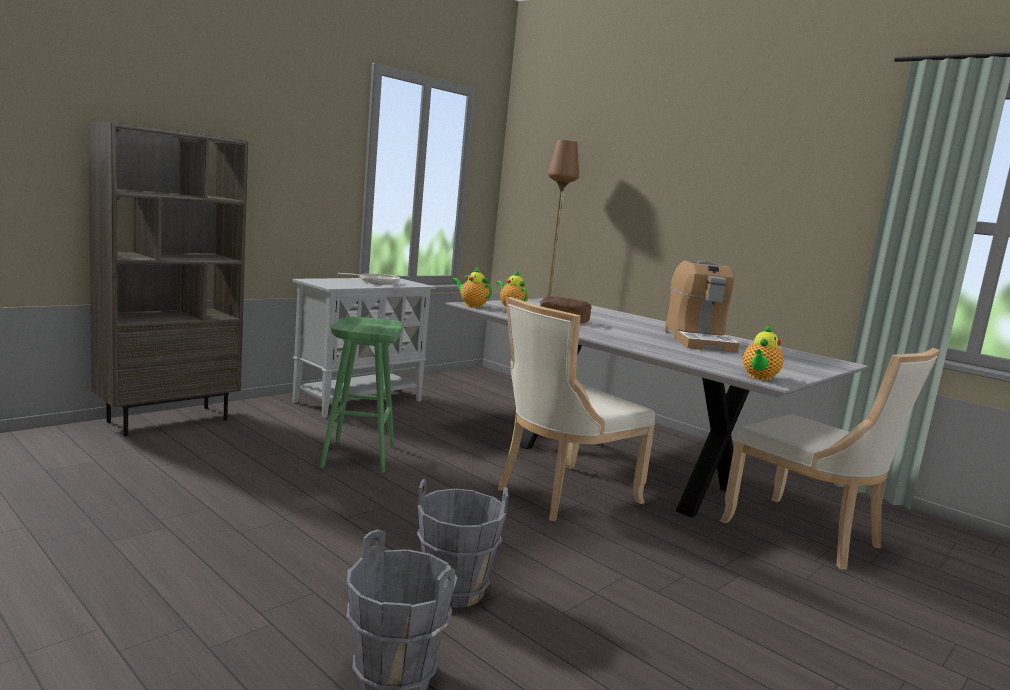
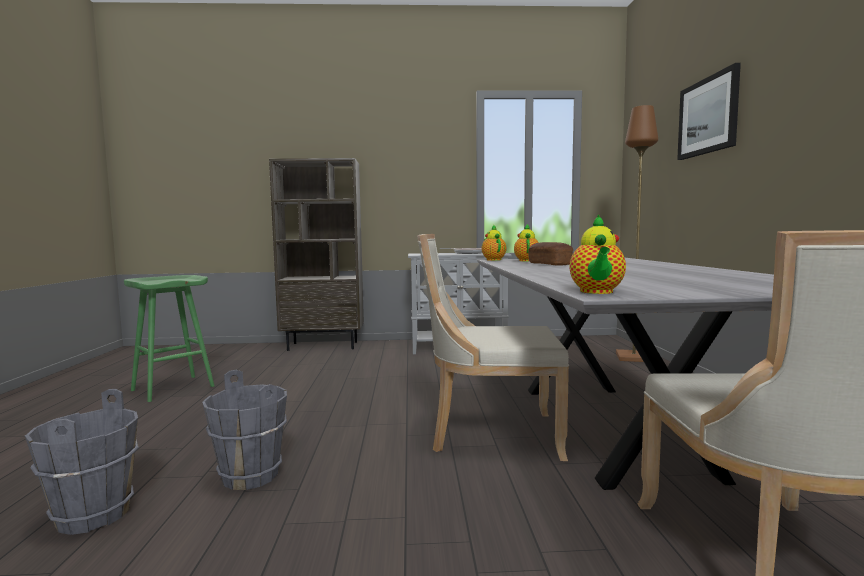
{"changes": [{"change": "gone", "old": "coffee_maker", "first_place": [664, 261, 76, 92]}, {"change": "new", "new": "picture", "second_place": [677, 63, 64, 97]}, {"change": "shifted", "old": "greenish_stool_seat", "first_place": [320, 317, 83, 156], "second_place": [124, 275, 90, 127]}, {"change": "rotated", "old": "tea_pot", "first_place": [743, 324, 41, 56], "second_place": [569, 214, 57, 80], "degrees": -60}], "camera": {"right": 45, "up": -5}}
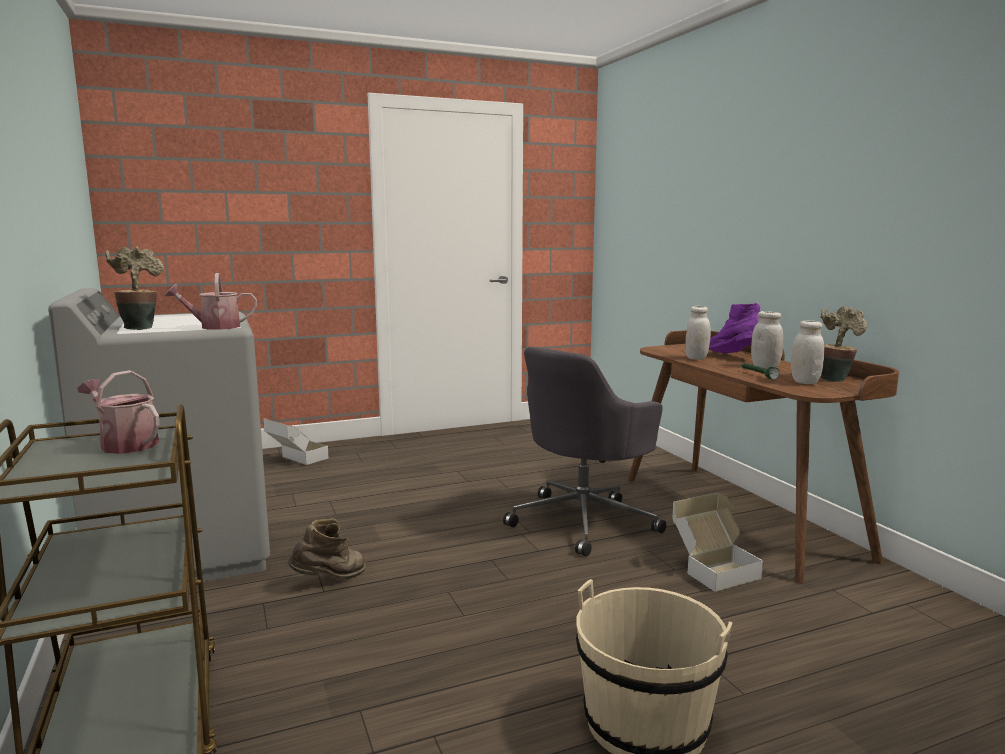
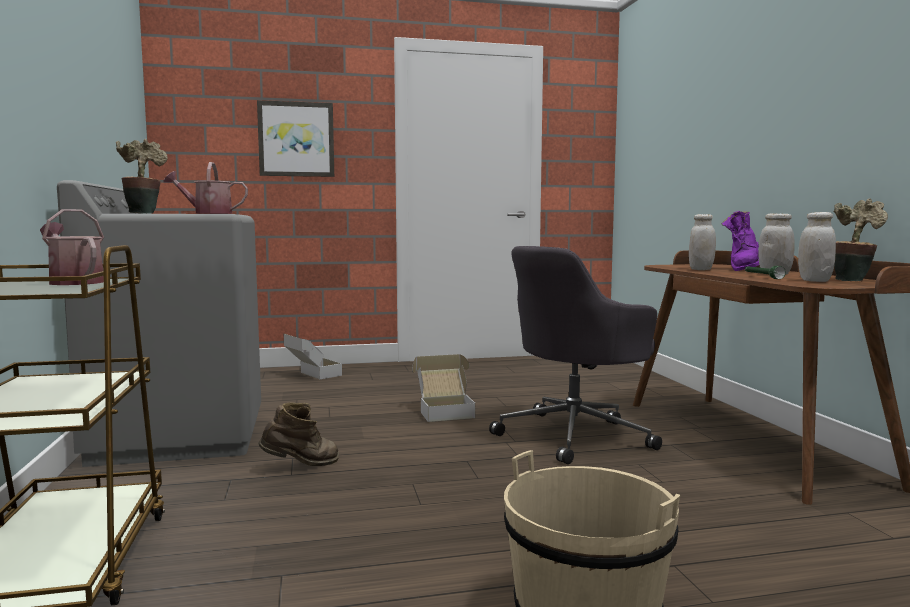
{"changes": [{"change": "new", "new": "picture", "second_place": [257, 100, 77, 77]}, {"change": "shifted", "old": "cardboard_box", "first_place": [672, 493, 91, 99], "second_place": [412, 354, 63, 68]}, {"change": "rotated", "old": "purple_high-top_boot", "first_place": [709, 303, 51, 50], "second_place": [722, 211, 37, 60], "degrees": -135}], "camera": {"right": 10, "up": -5}}
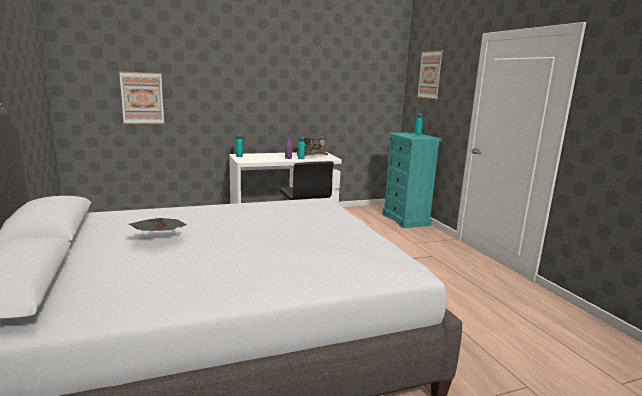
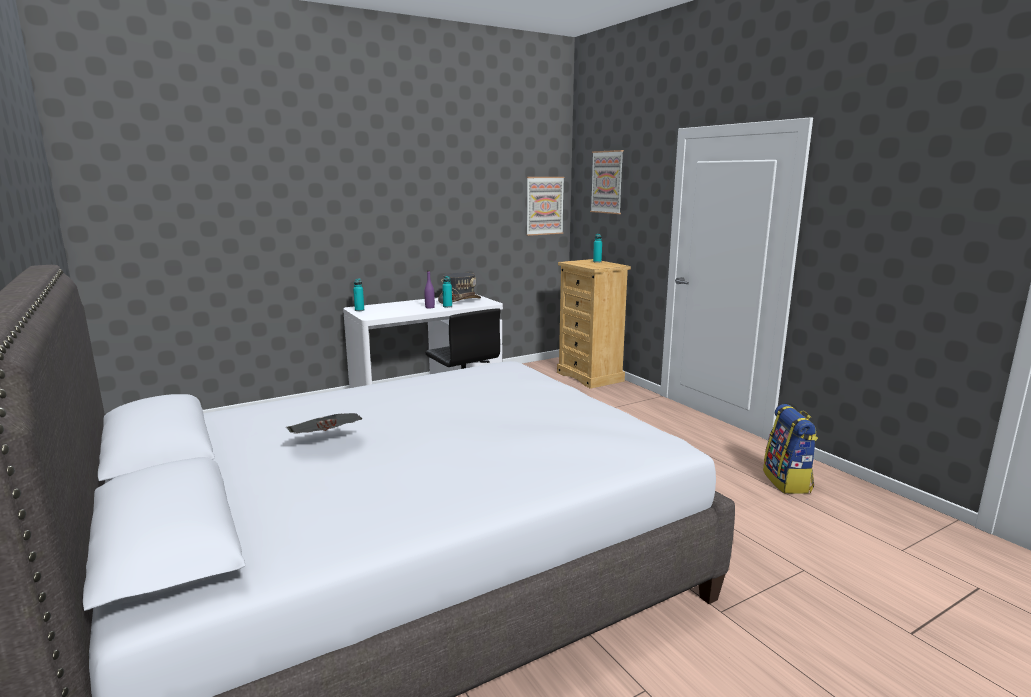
{"changes": [{"change": "new", "new": "rucksack", "second_place": [763, 404, 55, 90]}, {"change": "shifted", "old": "picture", "first_place": [119, 72, 45, 52], "second_place": [526, 177, 38, 59]}, {"change": "repainted", "old": "turquoise-coloured_chest_of_drawers", "new": "beige_chest_of_drawers", "first_place": [382, 133, 60, 95], "second_place": [557, 259, 74, 130]}], "camera": {"right": -10, "up": 0}}
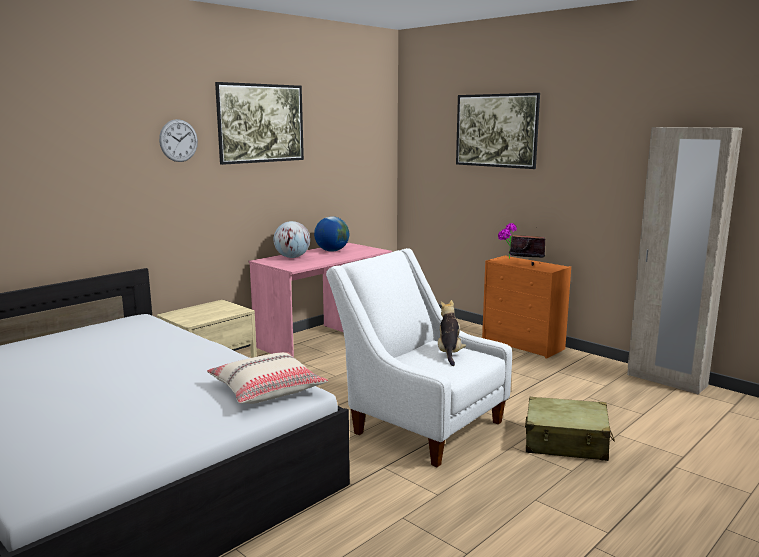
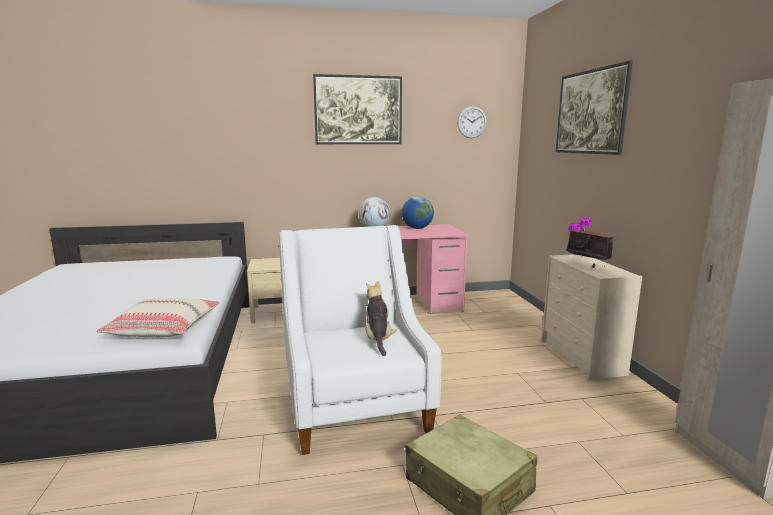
{"changes": [{"change": "shifted", "old": "wall_clock", "first_place": [159, 119, 39, 43], "second_place": [457, 106, 30, 32]}, {"change": "repainted", "old": "orange-coloured_chest_of_drawers", "new": "beige_chest_of_drawers", "first_place": [482, 255, 89, 104], "second_place": [541, 254, 101, 126]}, {"change": "rotated", "old": "cuddly_toy", "first_place": [438, 300, 29, 66], "second_place": [365, 281, 32, 75], "degrees": -45}], "camera": {"right": 35, "up": 0}}
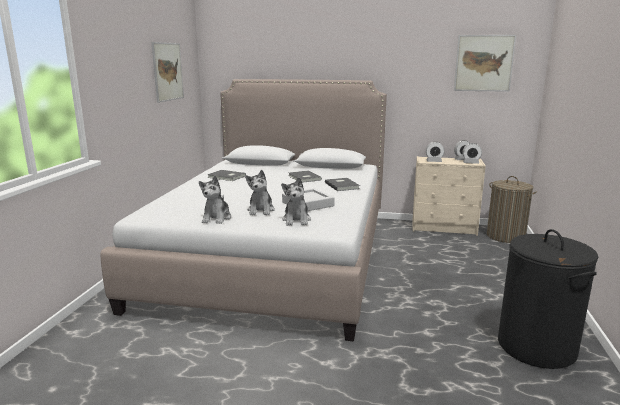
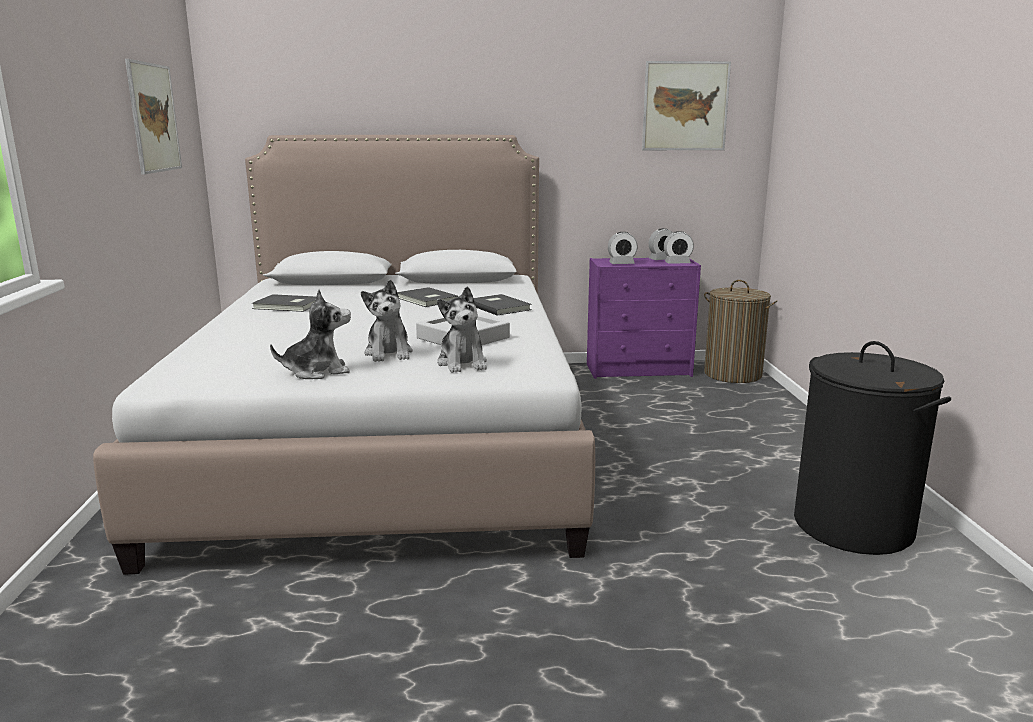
{"changes": [{"change": "repainted", "old": "beige_chest_of_drawers", "new": "purple_chest_of_drawers", "first_place": [412, 156, 74, 80], "second_place": [587, 258, 114, 121]}, {"change": "rotated", "old": "cuddly_toy", "first_place": [199, 176, 32, 48], "second_place": [270, 290, 81, 89], "degrees": -105}], "camera": {"right": -15, "up": 0}}
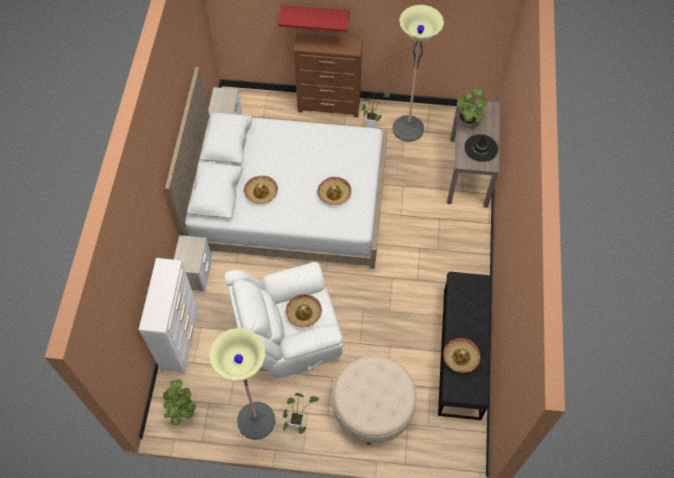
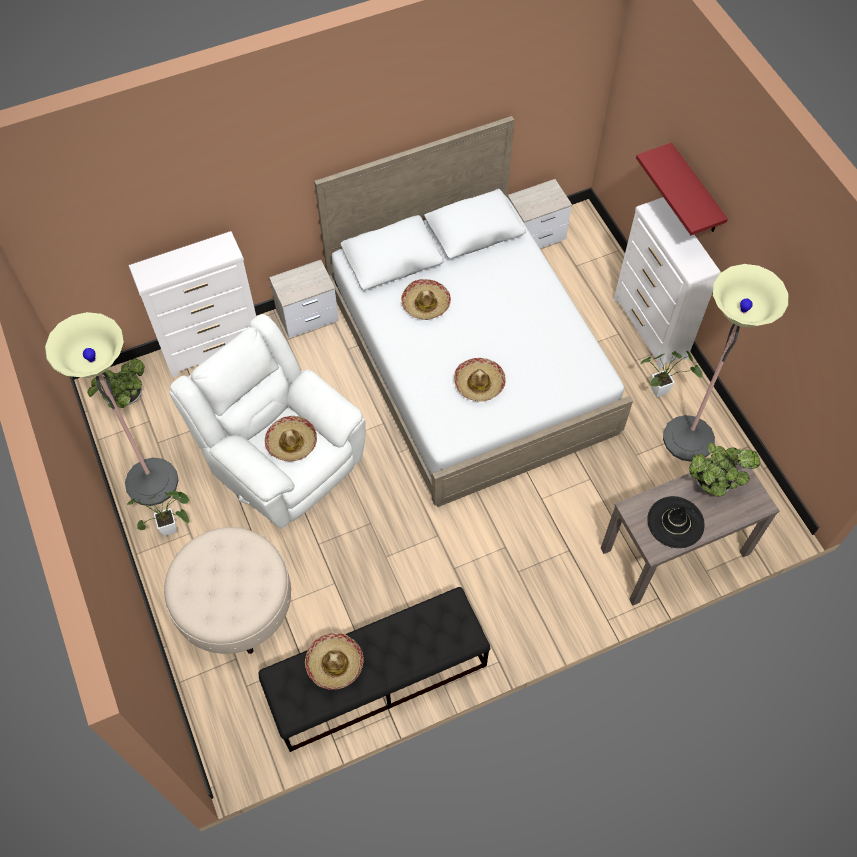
{"changes": [{"change": "repainted", "old": "brown_chest_of_drawers", "new": "white_chest_of_drawers", "first_place": [293, 34, 70, 83], "second_place": [614, 197, 107, 172]}], "camera": {"right": 60, "up": 0}}
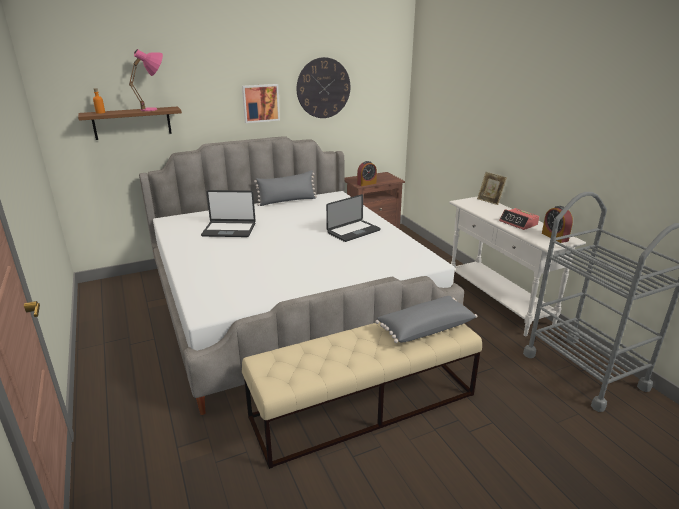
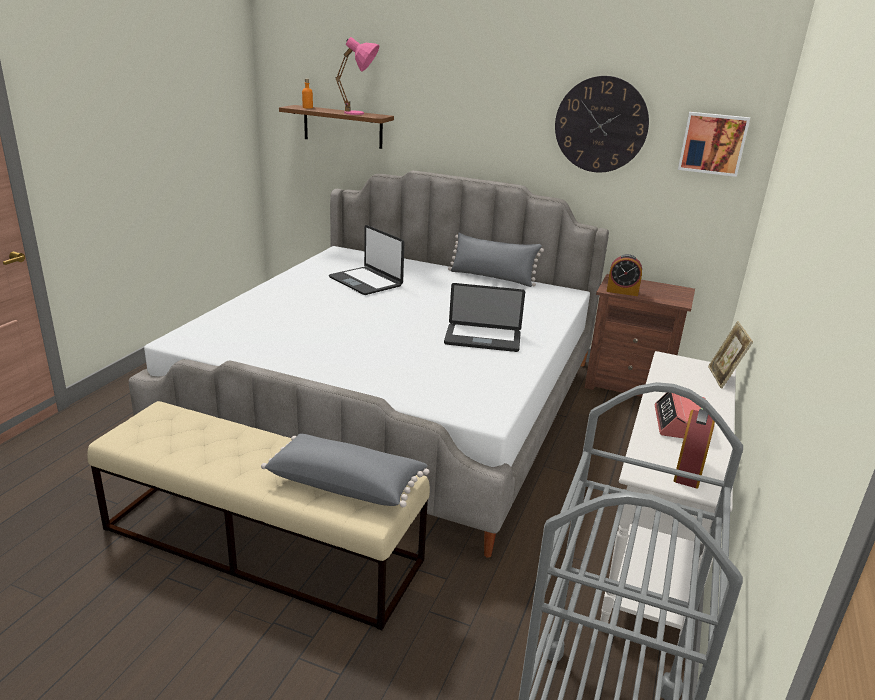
{"changes": [{"change": "shifted", "old": "picture", "first_place": [242, 84, 38, 39], "second_place": [678, 112, 72, 65]}], "camera": {"right": 45, "up": 0}}
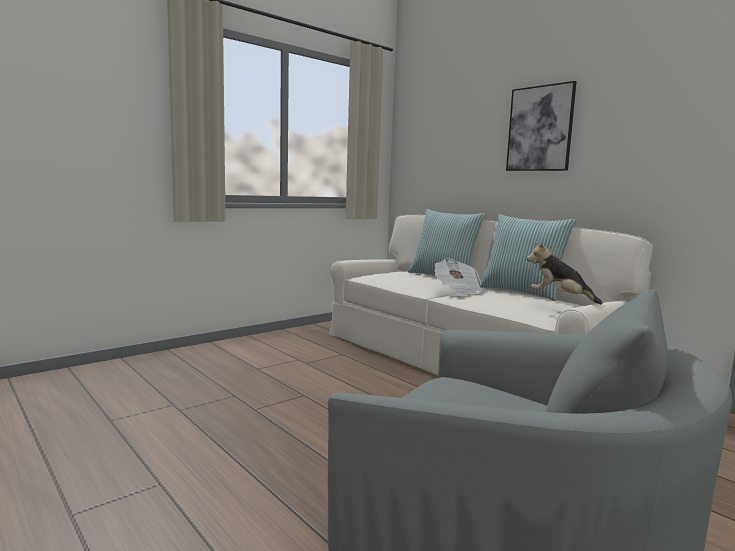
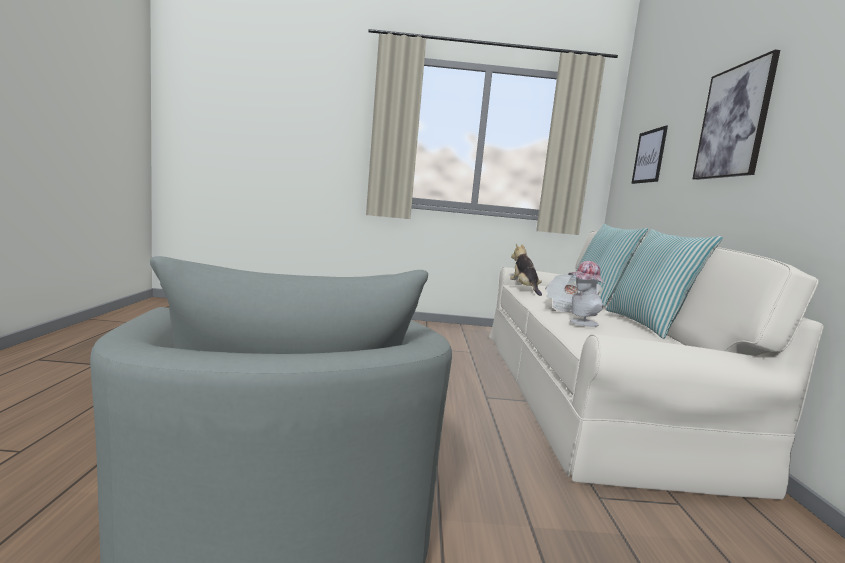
{"changes": [{"change": "new", "new": "hat", "second_place": [569, 261, 36, 66]}, {"change": "new", "new": "picture", "second_place": [631, 126, 37, 58]}, {"change": "shifted", "old": "cuddly_toy", "first_place": [527, 242, 75, 62], "second_place": [510, 244, 32, 52]}], "camera": {"right": 40, "up": 0}}
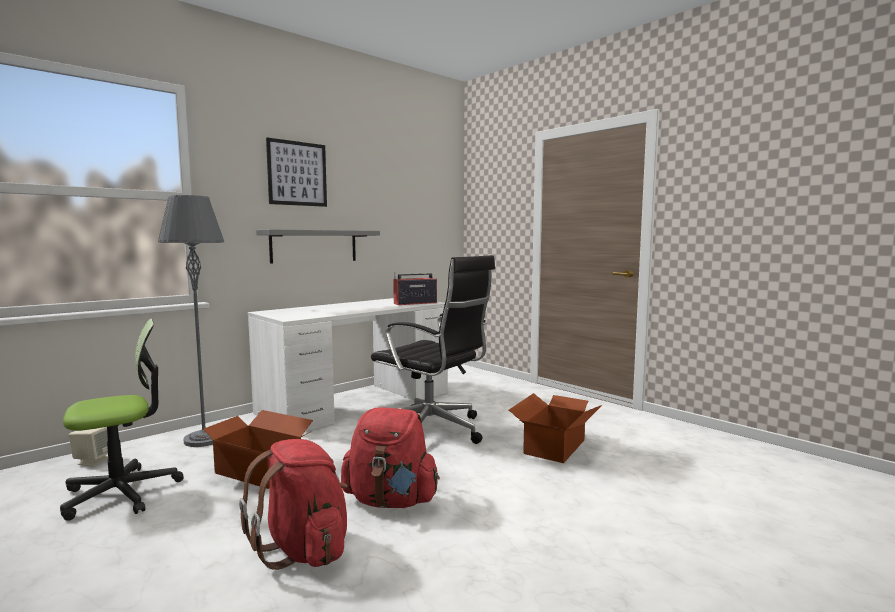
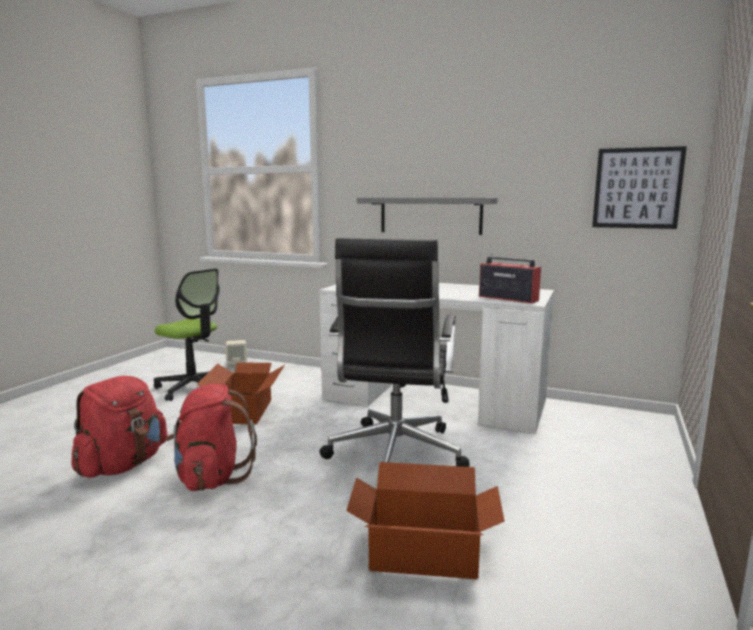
{"changes": [{"change": "gone", "old": "gray_standard_lamp", "first_place": [158, 195, 66, 252]}, {"change": "shifted", "old": "picture", "first_place": [266, 137, 61, 70], "second_place": [592, 146, 95, 83]}], "camera": {"right": 65, "up": 5}}
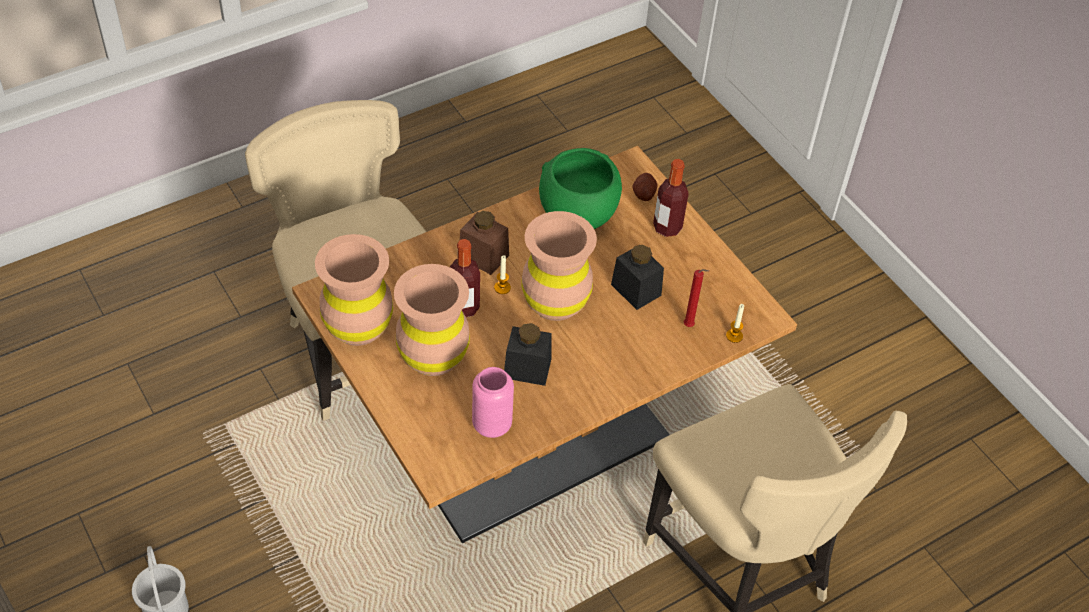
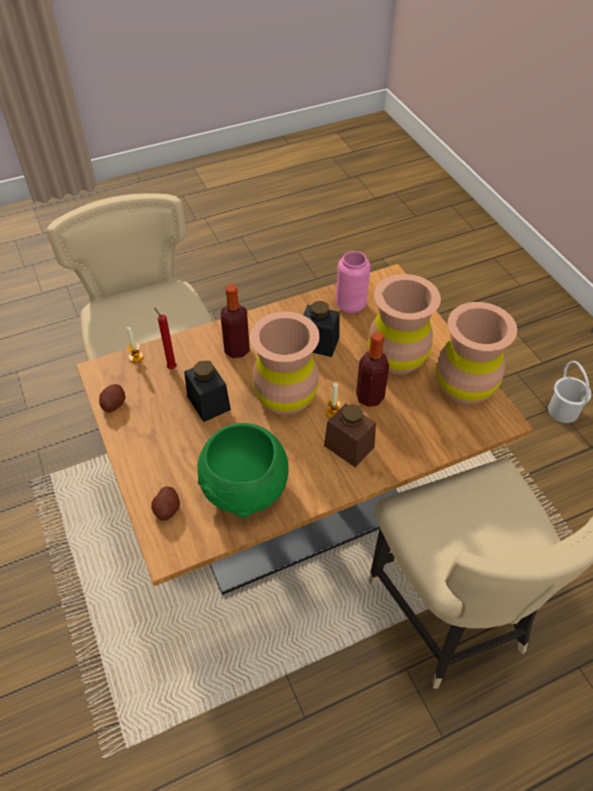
{"changes": [{"change": "new", "new": "whole_potato", "second_place": [99, 384, 26, 28]}, {"change": "shifted", "old": "drink_bottle", "first_place": [653, 159, 36, 78], "second_place": [221, 284, 29, 74]}], "camera": {"right": -170, "up": 0}}
